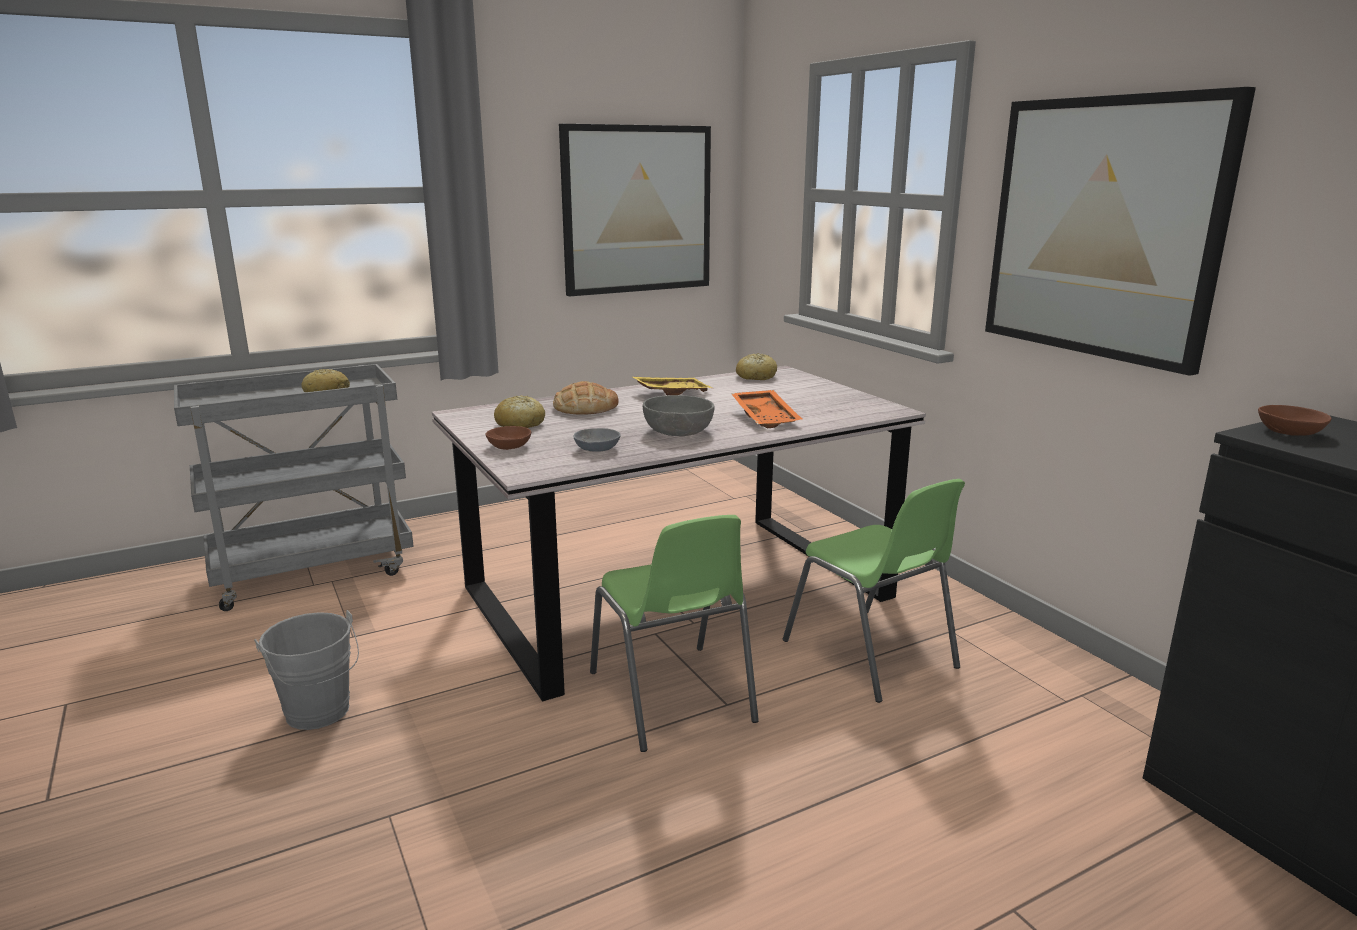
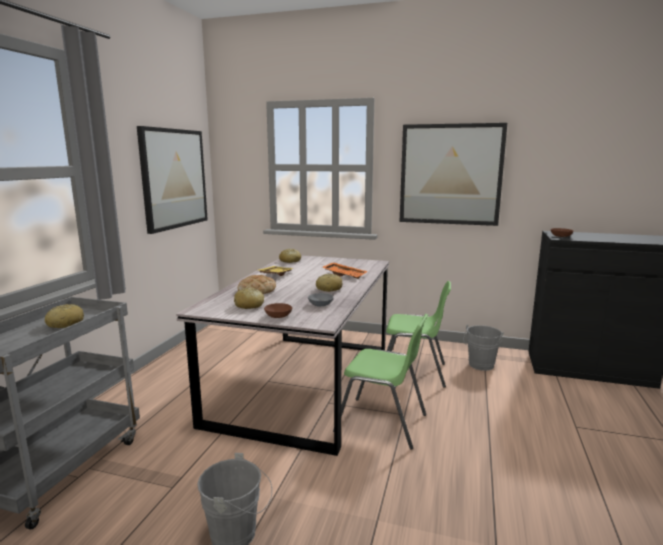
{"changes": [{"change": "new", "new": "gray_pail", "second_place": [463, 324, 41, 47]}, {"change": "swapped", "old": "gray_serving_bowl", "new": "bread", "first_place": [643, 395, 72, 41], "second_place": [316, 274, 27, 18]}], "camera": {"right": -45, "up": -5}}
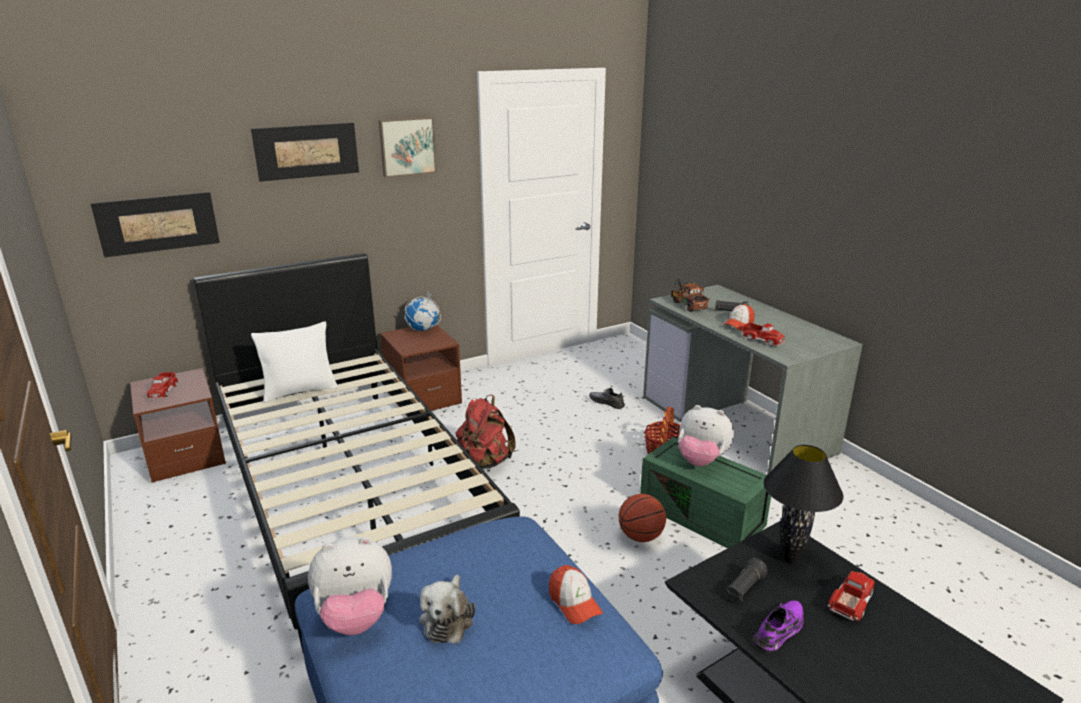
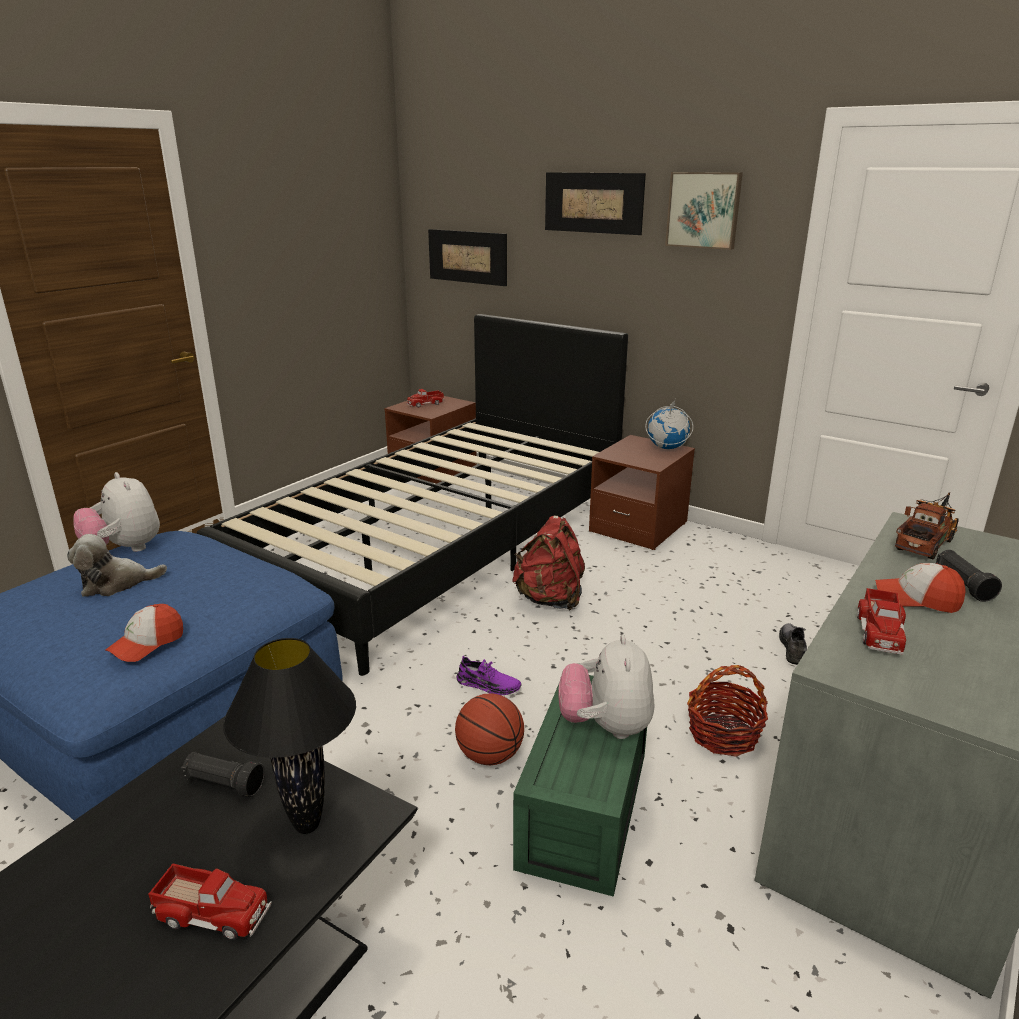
{"changes": [{"change": "gone", "old": "white_throw_pillow", "first_place": [251, 321, 87, 82]}, {"change": "shifted", "old": "purple_shoe", "first_place": [753, 600, 51, 53], "second_place": [457, 656, 65, 39]}], "camera": {"right": 65, "up": 0}}
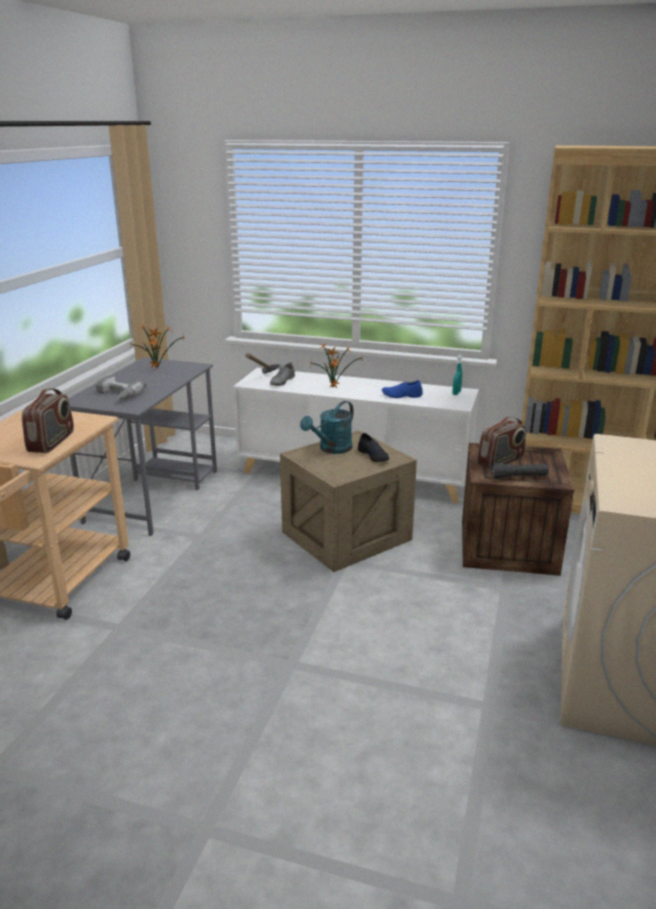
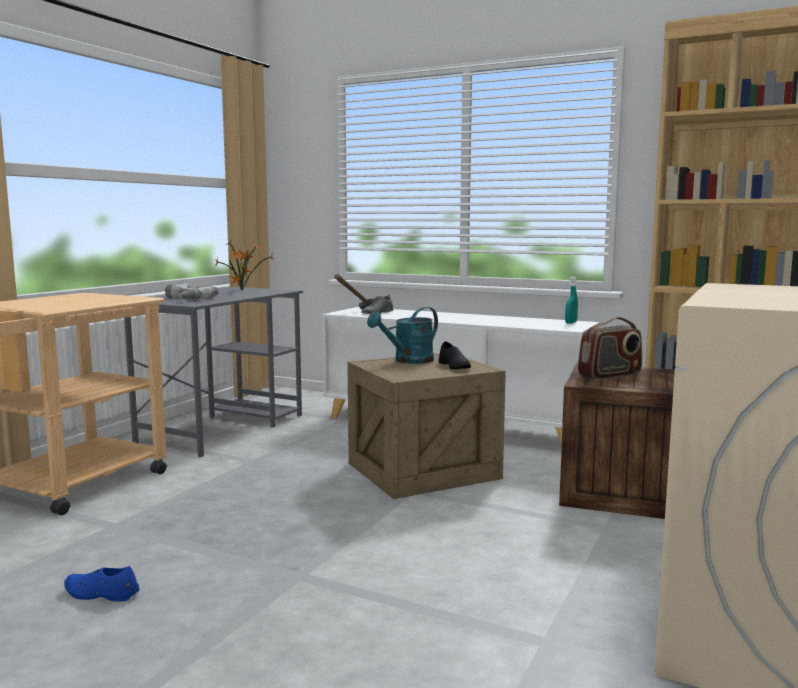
{"changes": [{"change": "gone", "old": "radio", "first_place": [22, 388, 52, 65]}, {"change": "gone", "old": "houseplant", "first_place": [310, 343, 53, 45]}, {"change": "gone", "old": "black-coloured_hand_torch", "first_place": [491, 463, 58, 16]}, {"change": "shifted", "old": "blue-coloured_shoe", "first_place": [382, 380, 41, 18], "second_place": [64, 566, 76, 36]}], "camera": {"right": 10, "up": -15}}
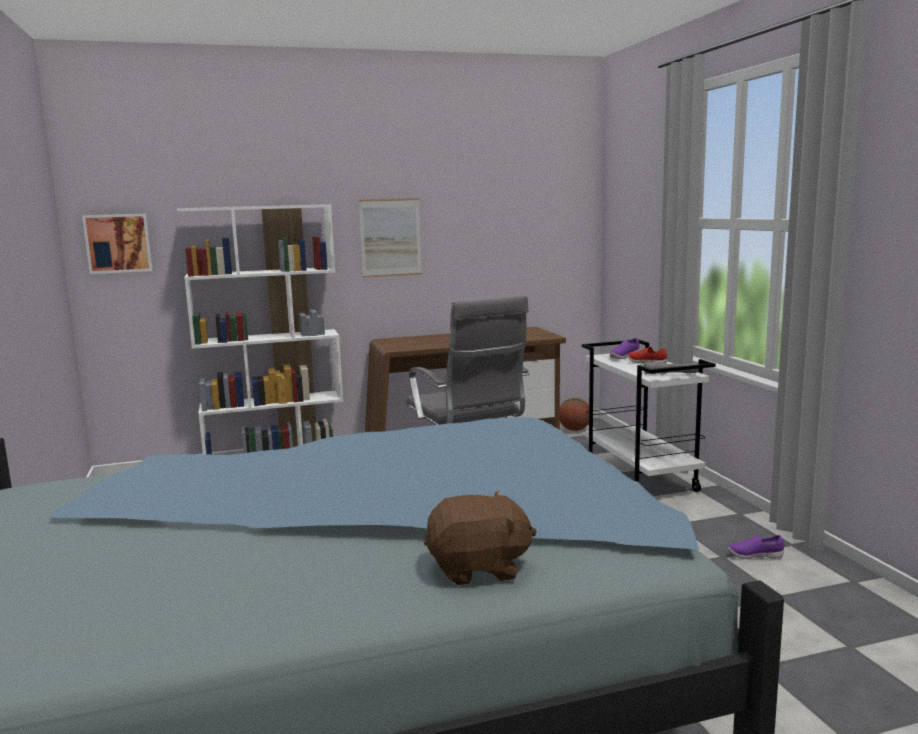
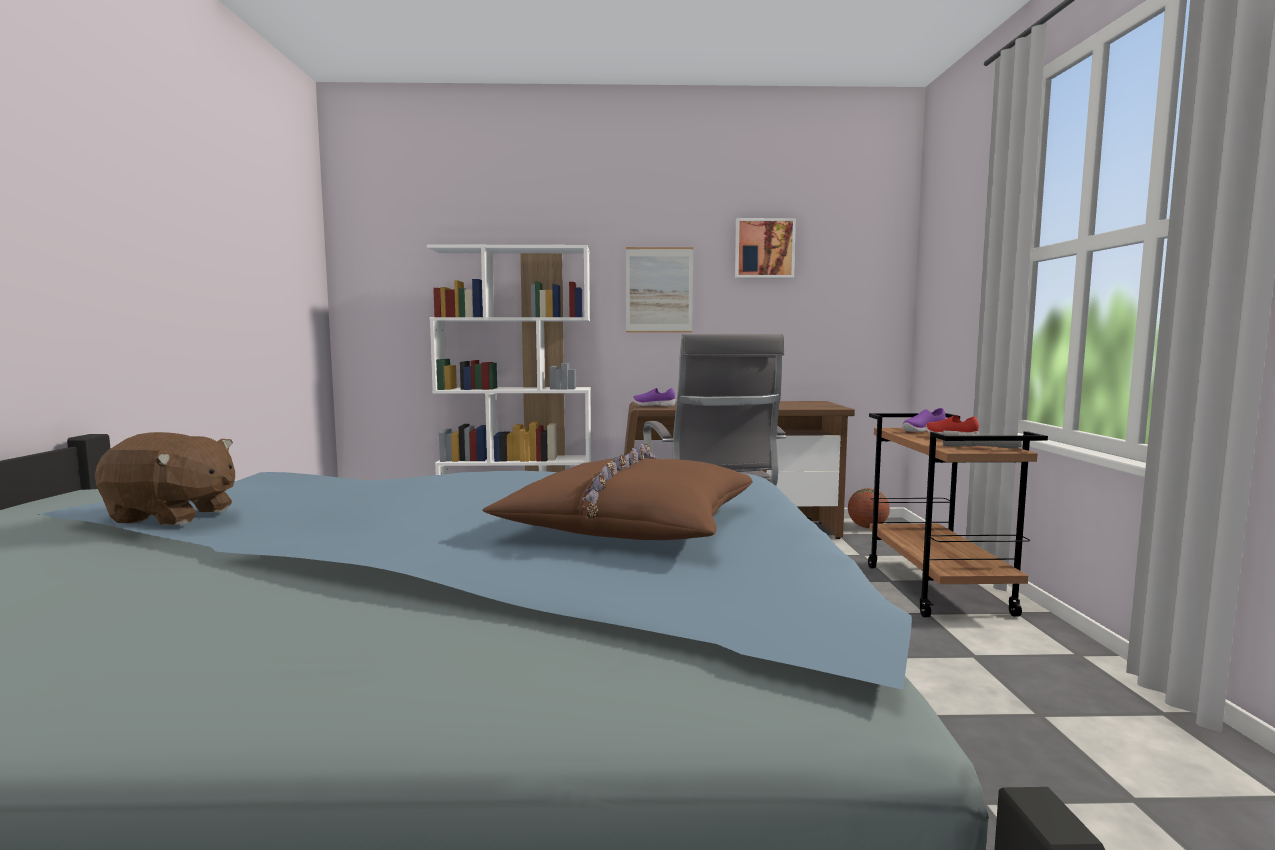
{"changes": [{"change": "new", "new": "brown_throw_pillow", "second_place": [482, 444, 271, 96]}, {"change": "shifted", "old": "picture", "first_place": [82, 214, 71, 60], "second_place": [735, 218, 61, 60]}, {"change": "shifted", "old": "brown_cuddly_toy", "first_place": [424, 491, 113, 94], "second_place": [95, 432, 140, 93]}, {"change": "shifted", "old": "purple_shoe", "first_place": [728, 535, 56, 24], "second_place": [633, 388, 42, 18]}, {"change": "repainted", "old": "white_cart", "new": "brown_cart", "first_place": [582, 339, 134, 153], "second_place": [868, 413, 180, 204]}], "camera": {"right": 15, "up": -5}}
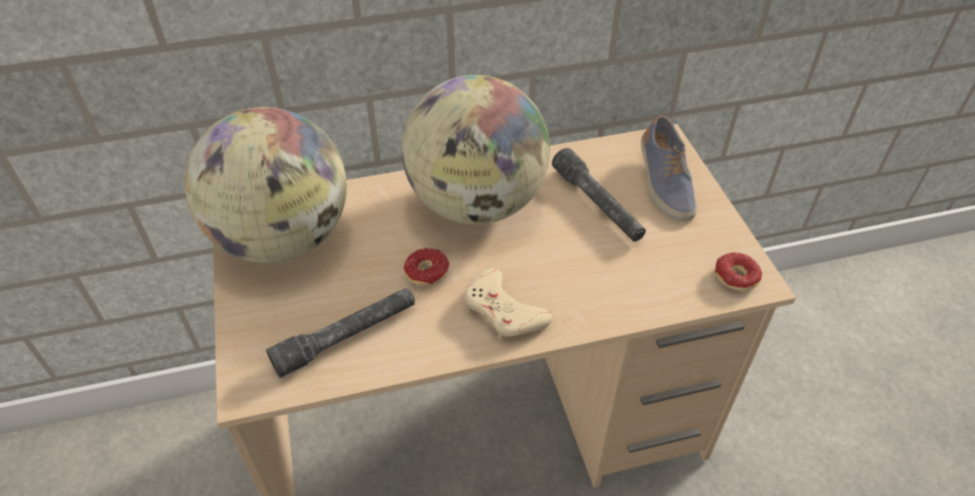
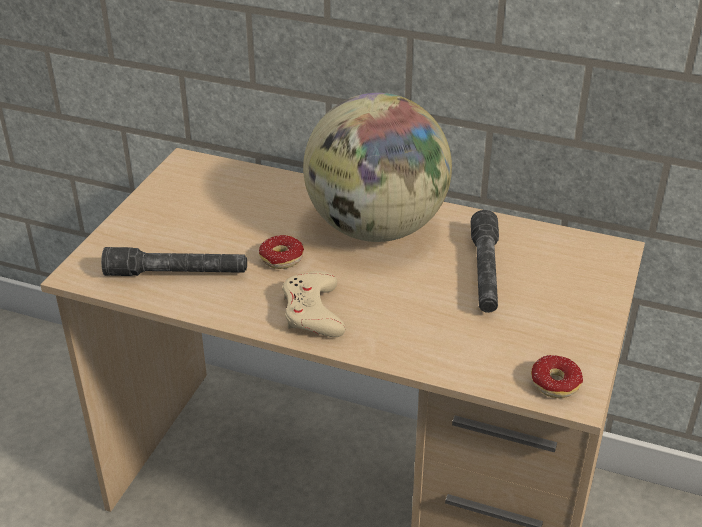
{"changes": [{"change": "gone", "old": "globe", "first_place": [185, 107, 162, 156]}, {"change": "gone", "old": "shoe", "first_place": [641, 115, 56, 106]}], "camera": {"right": 35, "up": -10}}
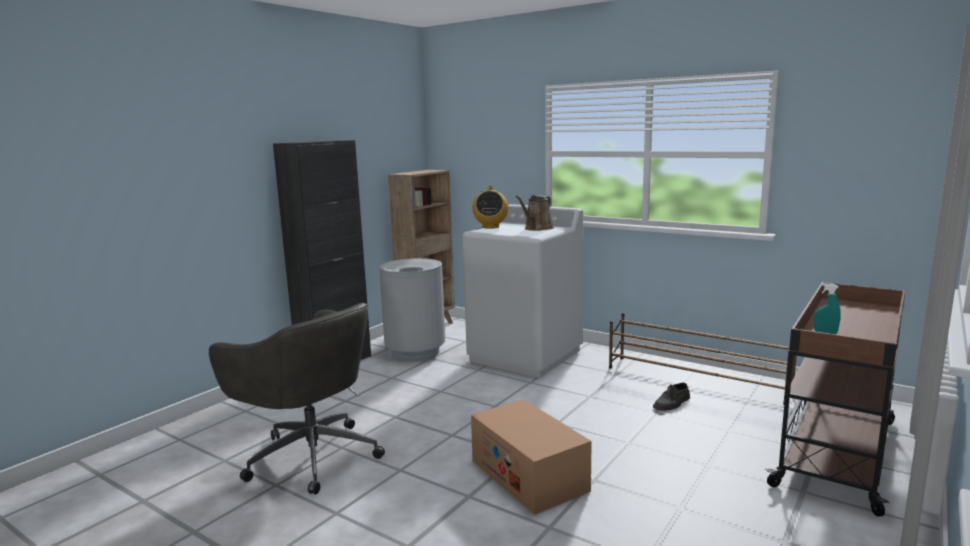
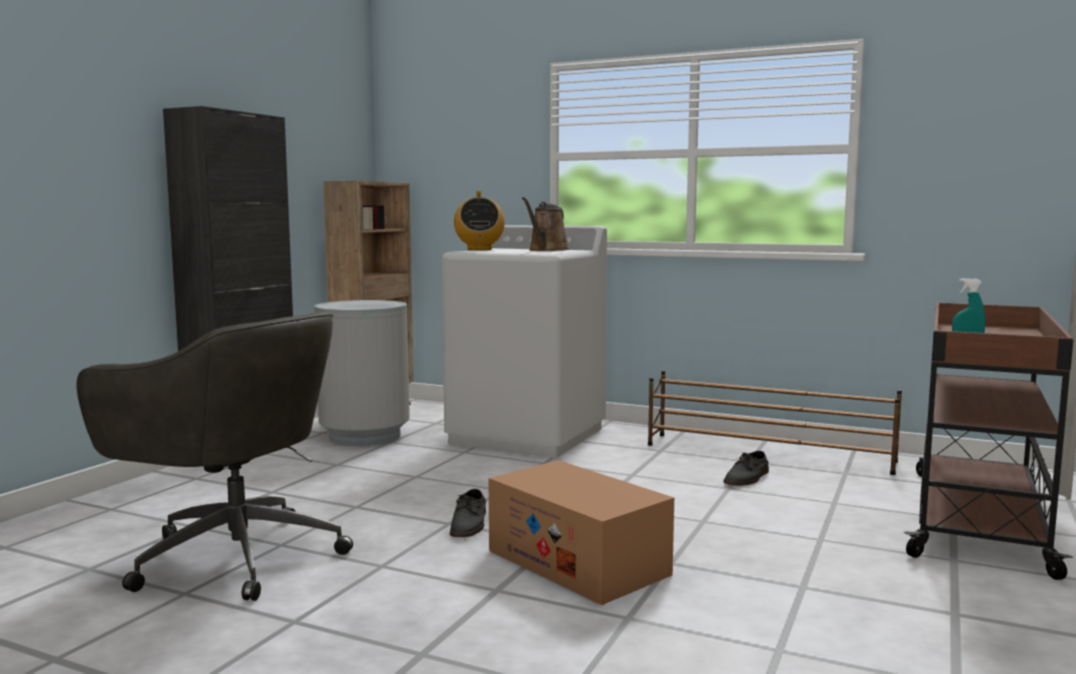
{"changes": [{"change": "new", "new": "gray_shoe", "second_place": [450, 489, 36, 48]}], "camera": {"right": -10, "up": -5}}
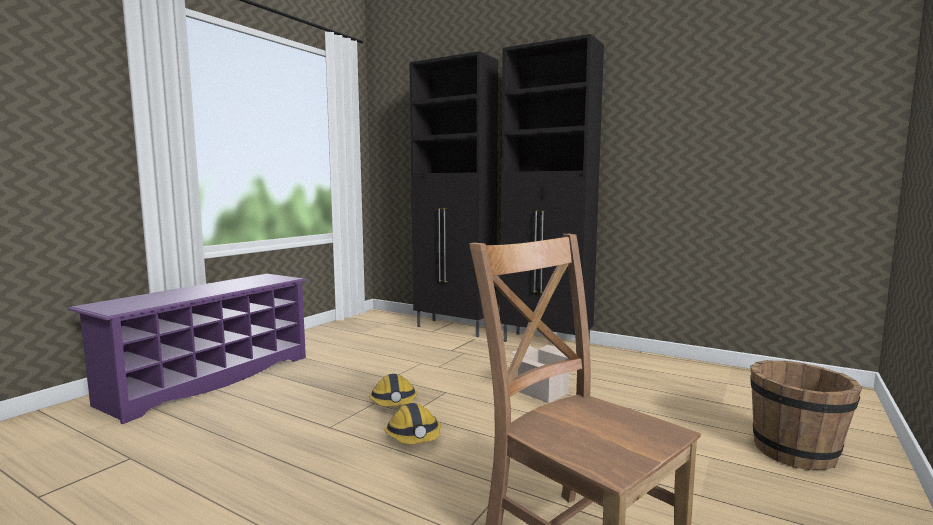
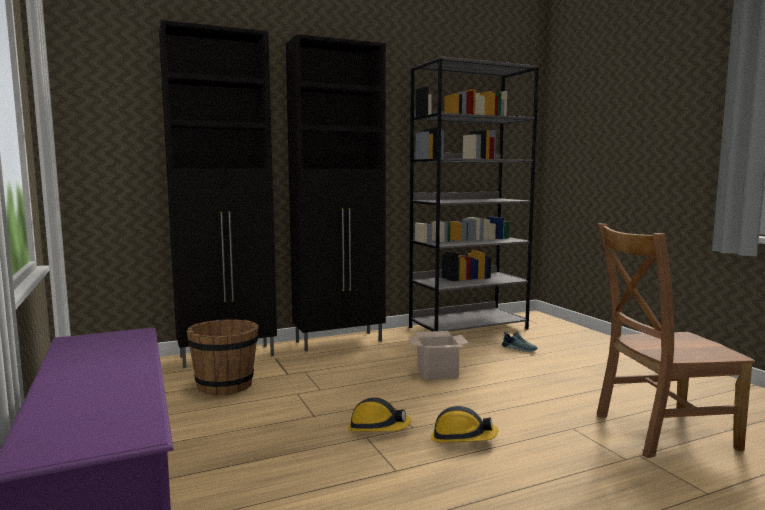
{"changes": [{"change": "new", "new": "gray_bookcase", "second_place": [409, 56, 130, 275]}, {"change": "new", "new": "shoe", "second_place": [502, 332, 36, 20]}, {"change": "shifted", "old": "brown_pail", "first_place": [750, 360, 113, 110], "second_place": [187, 319, 72, 76]}], "camera": {"right": -55, "up": 0}}
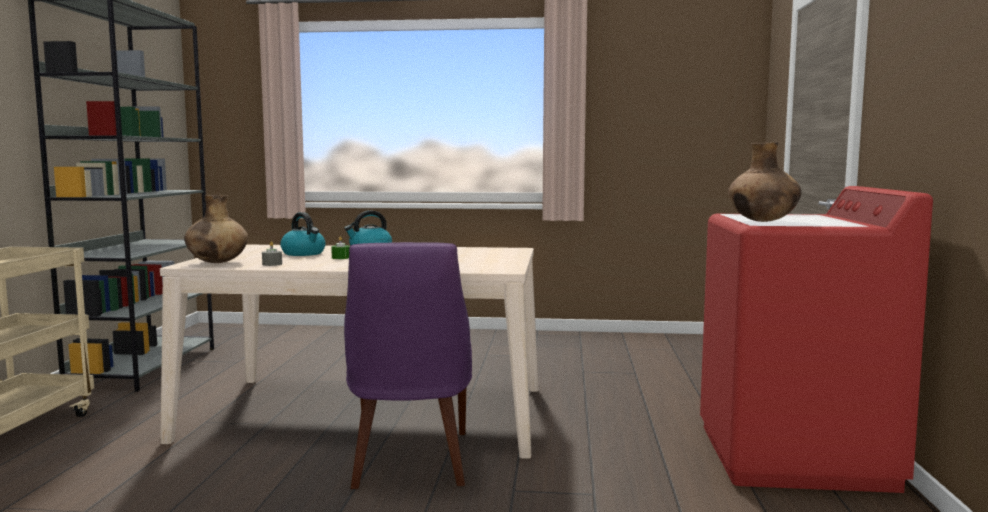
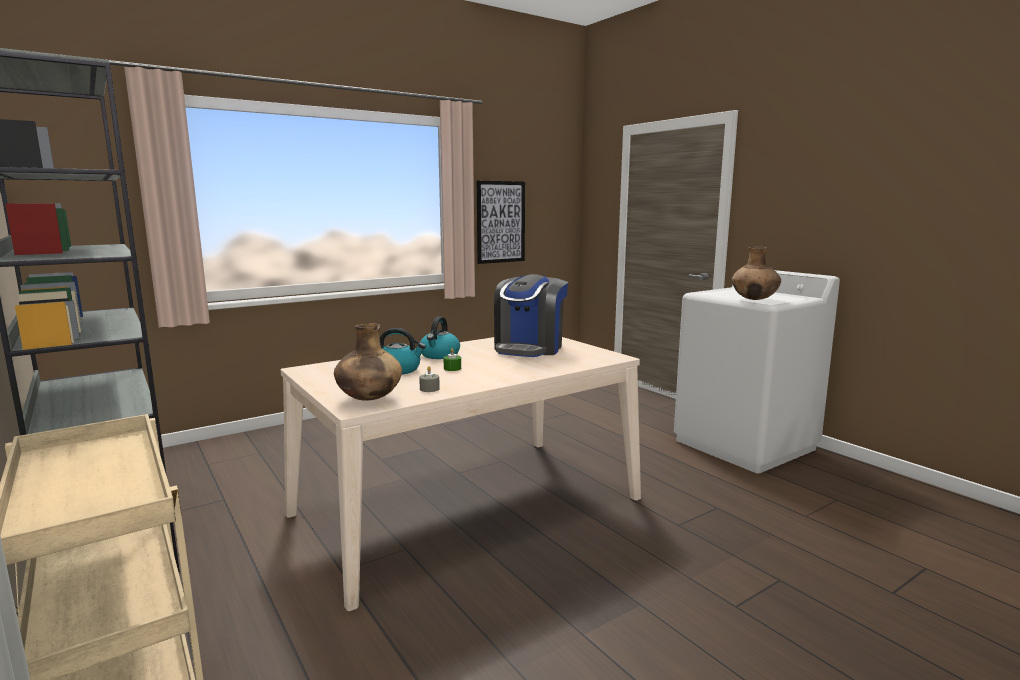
{"changes": [{"change": "gone", "old": "purple_upright_chair", "first_place": [344, 242, 128, 247]}, {"change": "new", "new": "picture", "second_place": [477, 181, 48, 83]}, {"change": "new", "new": "coffee_maker", "second_place": [494, 274, 74, 83]}, {"change": "repainted", "old": "red-coloured_laundry_machine", "new": "white_laundry_machine", "first_place": [700, 186, 233, 307], "second_place": [674, 270, 166, 204]}], "camera": {"right": -40, "up": 5}}
